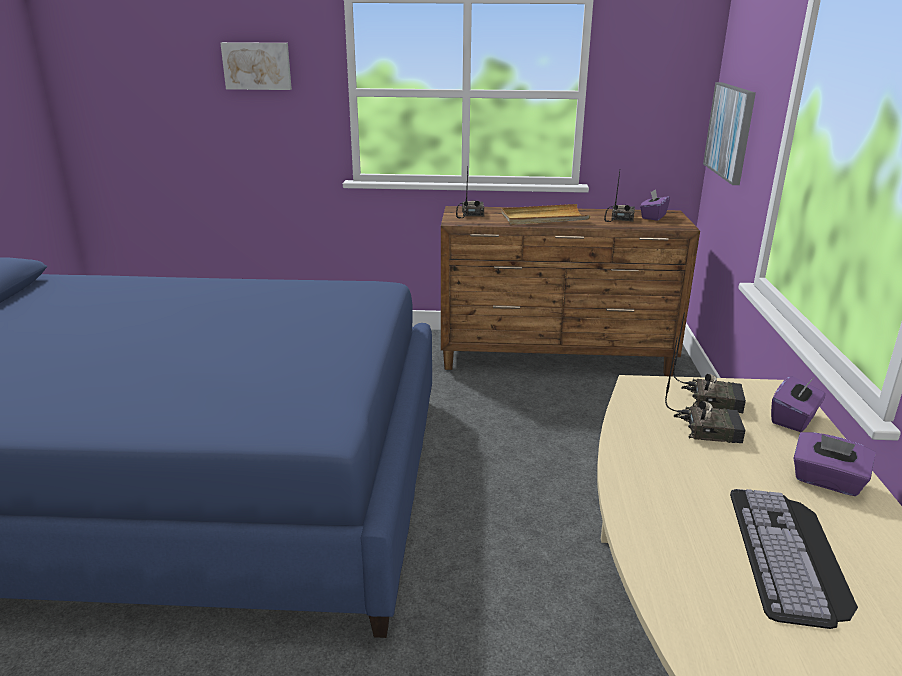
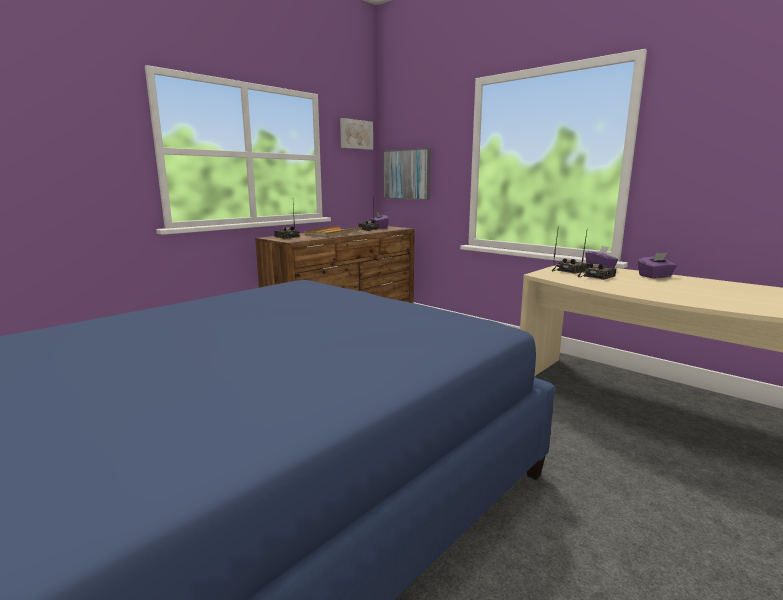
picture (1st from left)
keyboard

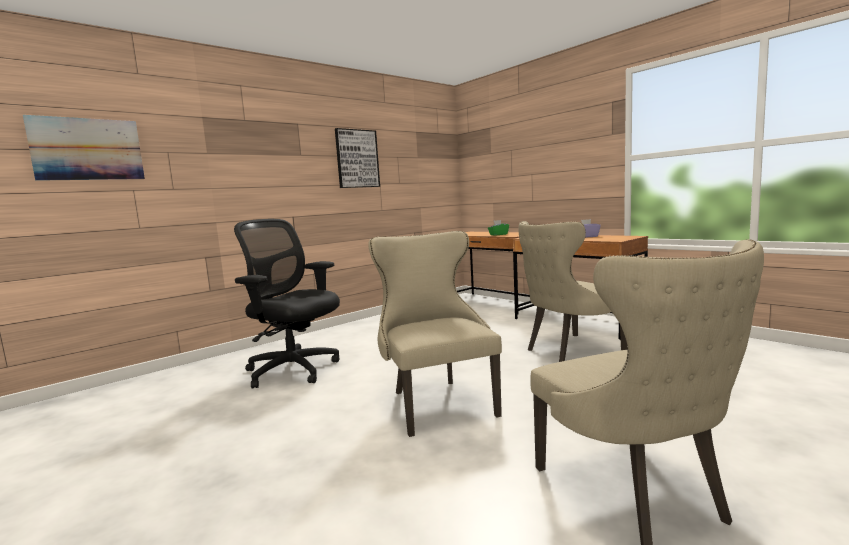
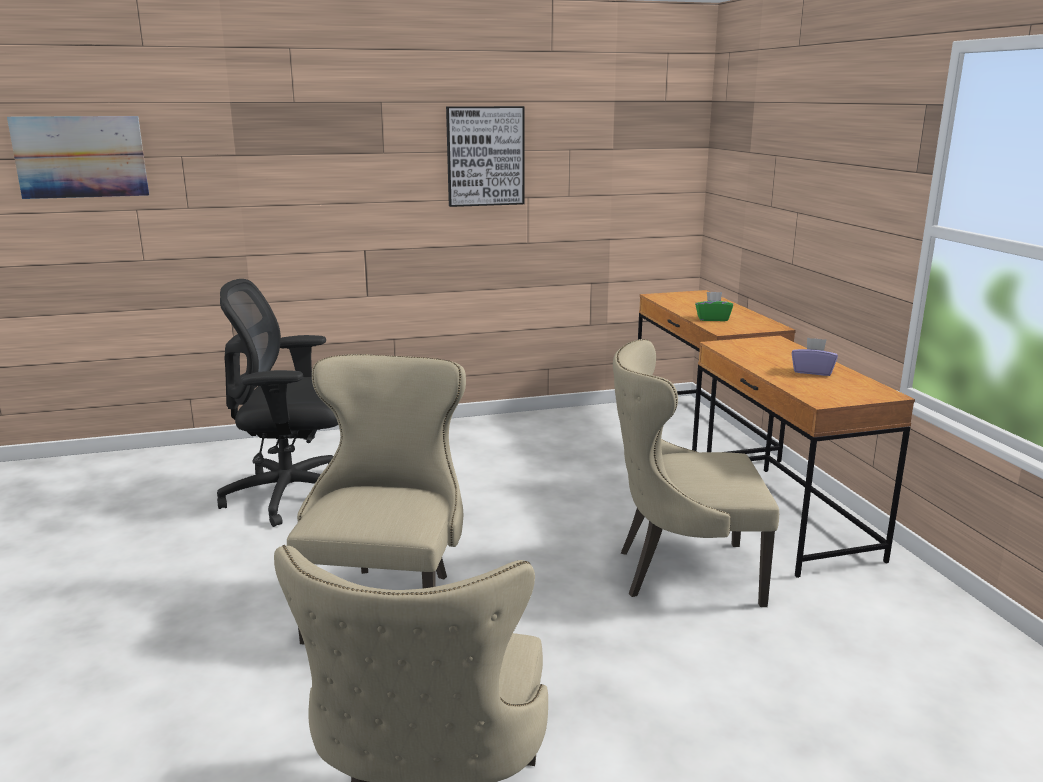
black office chair

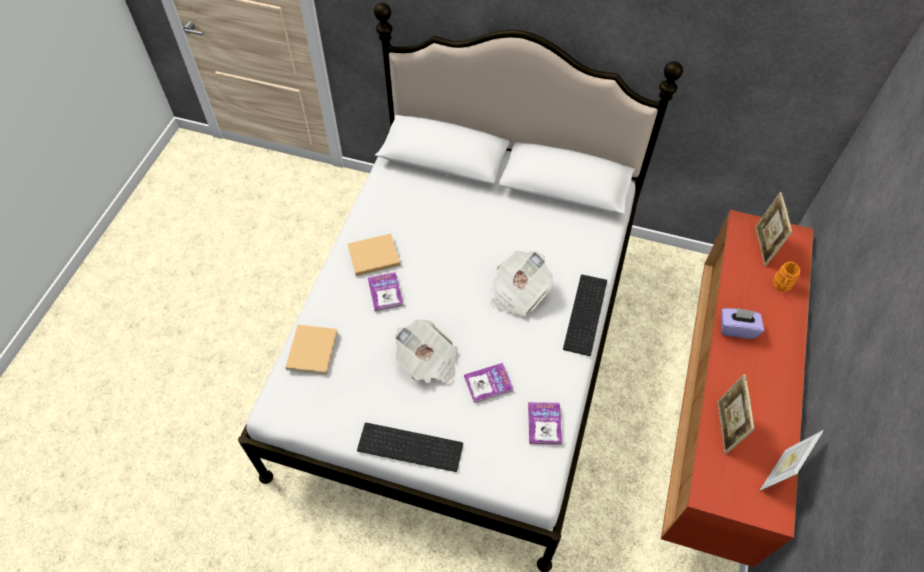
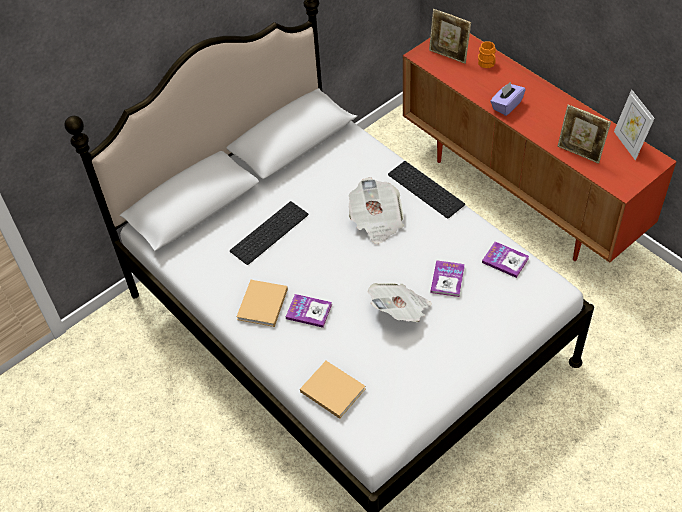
keyboard (1st from left)

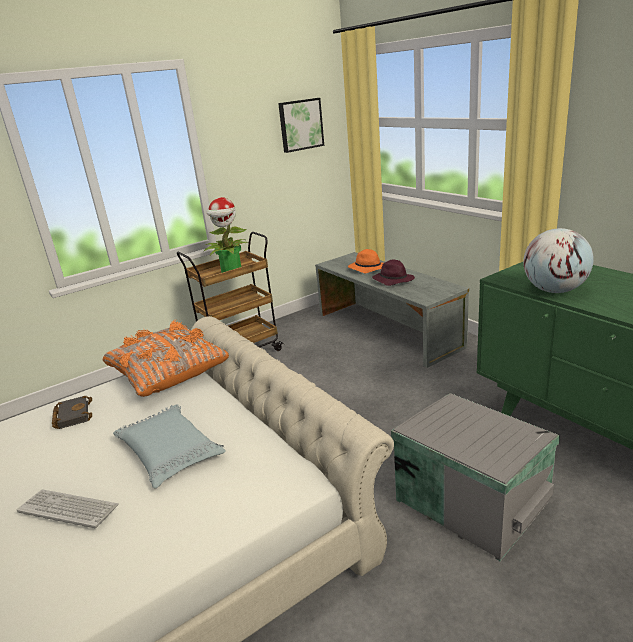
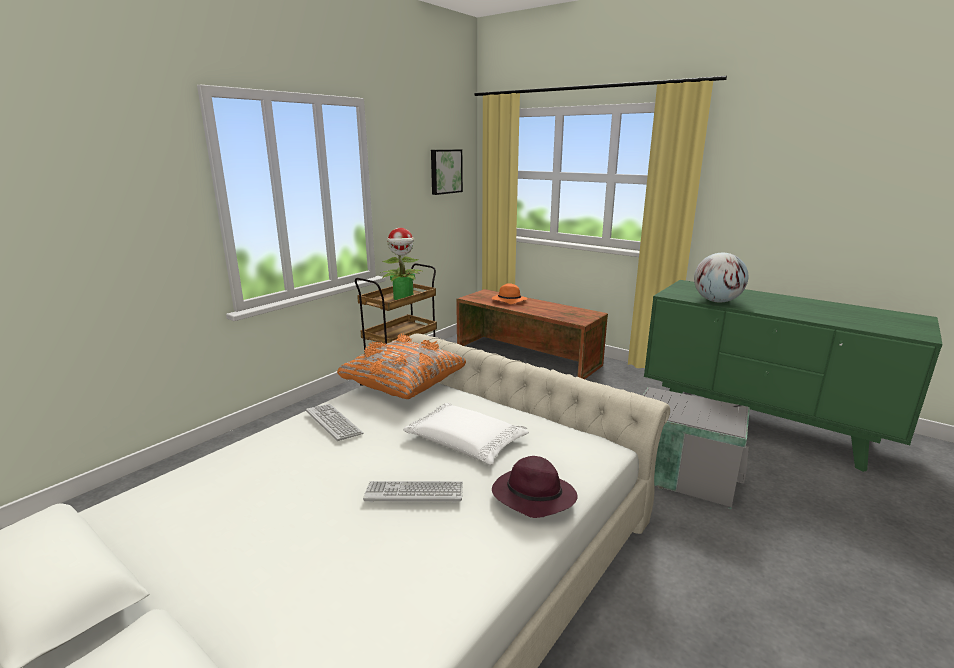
brown bench
purple hat
keyboard (1st from left)
white pillow

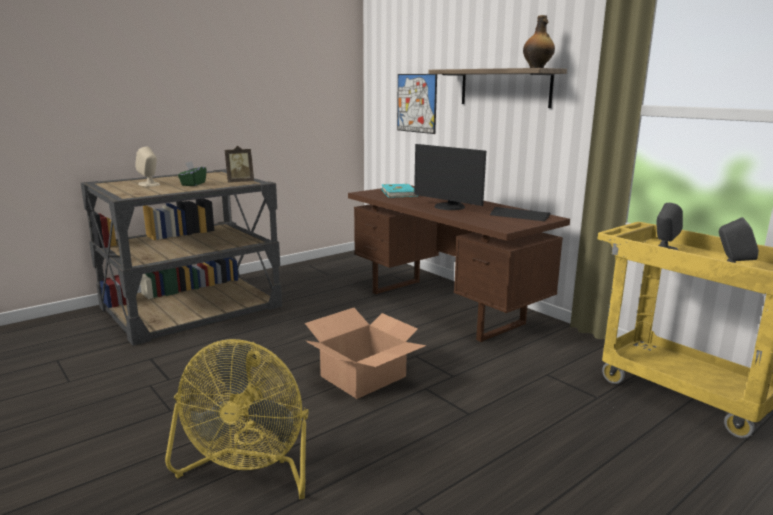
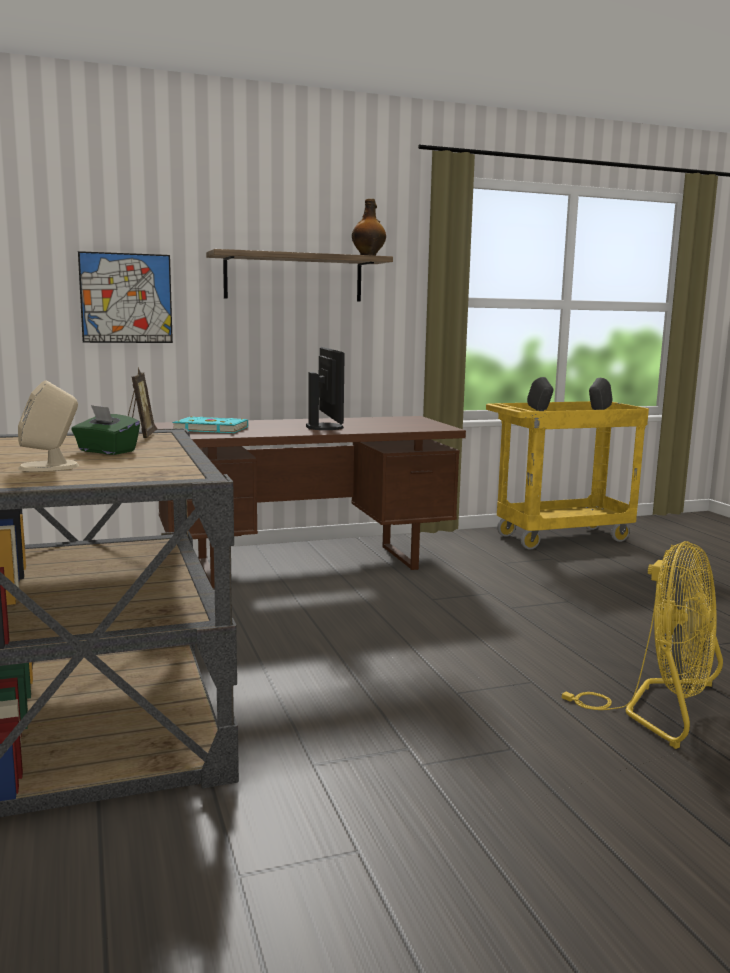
monitor
keyboard
cardboard box

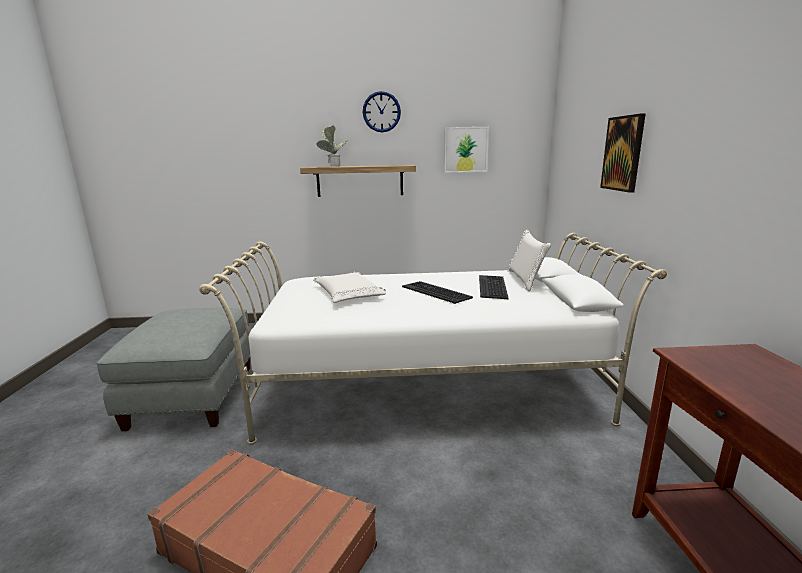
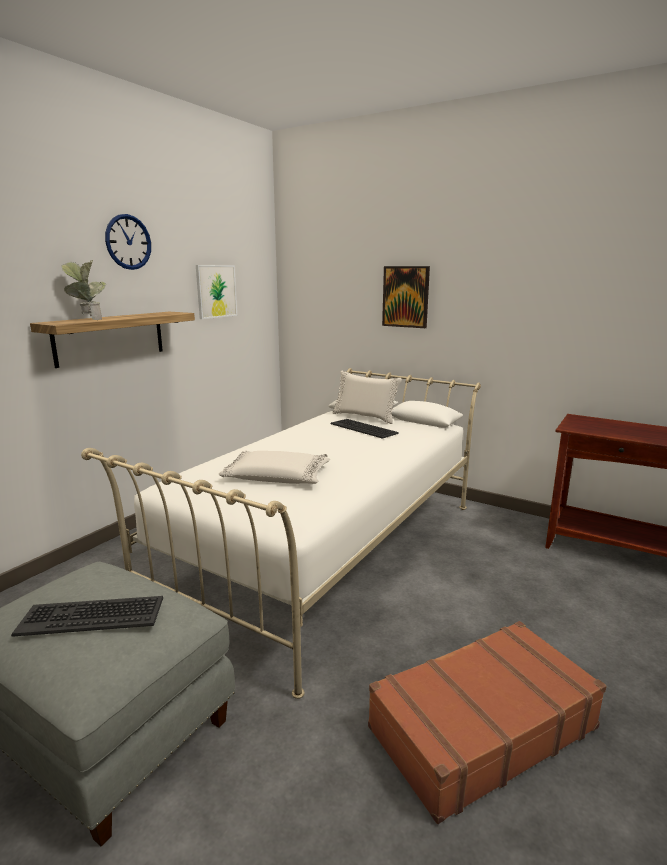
keyboard (1st from left)

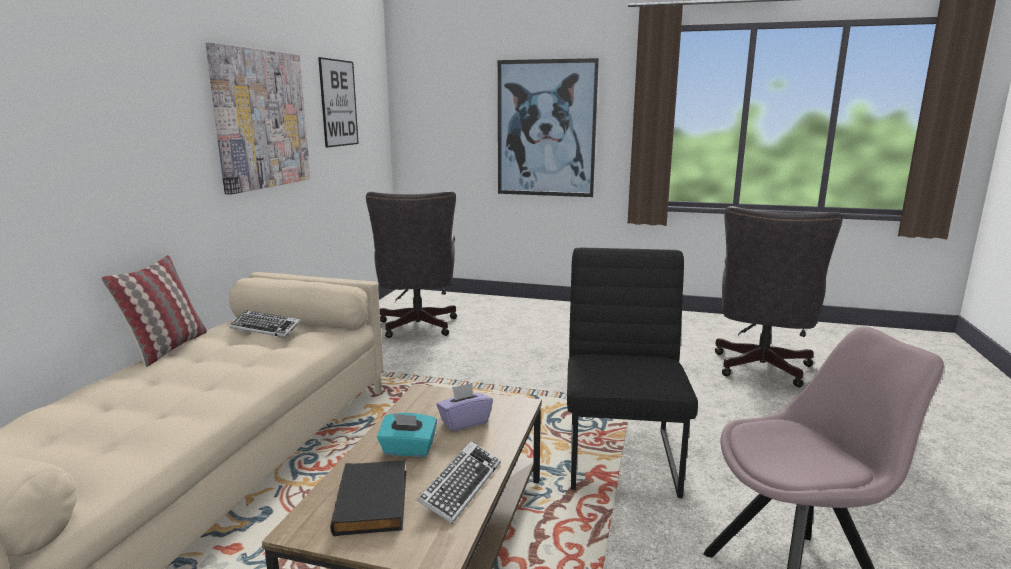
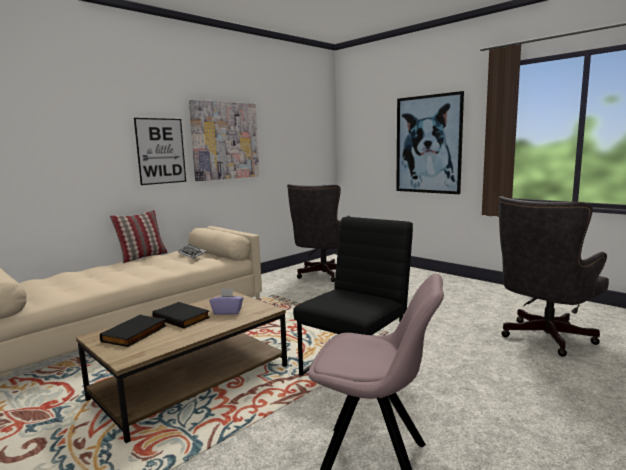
picture (1st from left)
black book (2nd from left)
keyboard (2nd from left in the first image)

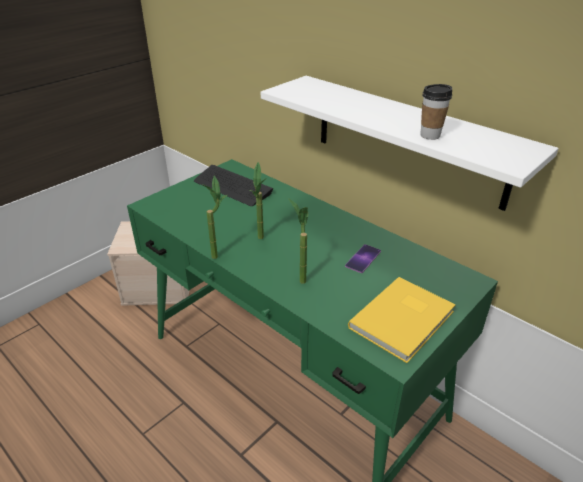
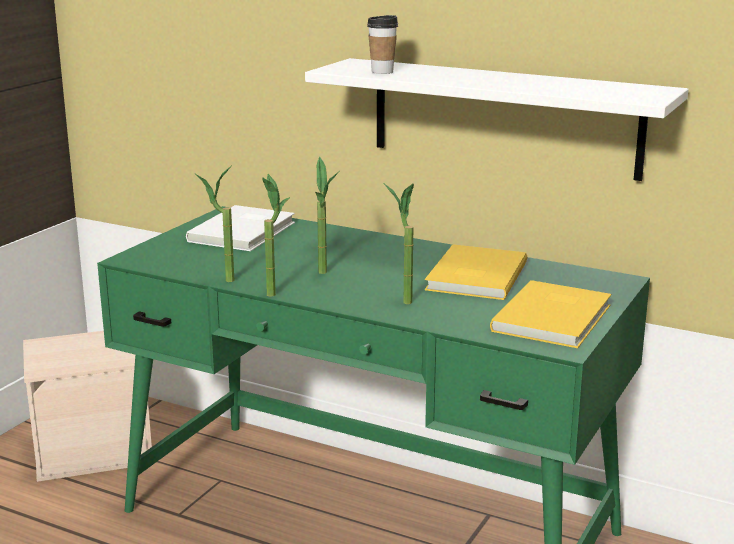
cup
white book
yellow book (1st from left)
potted plant (1st from left)

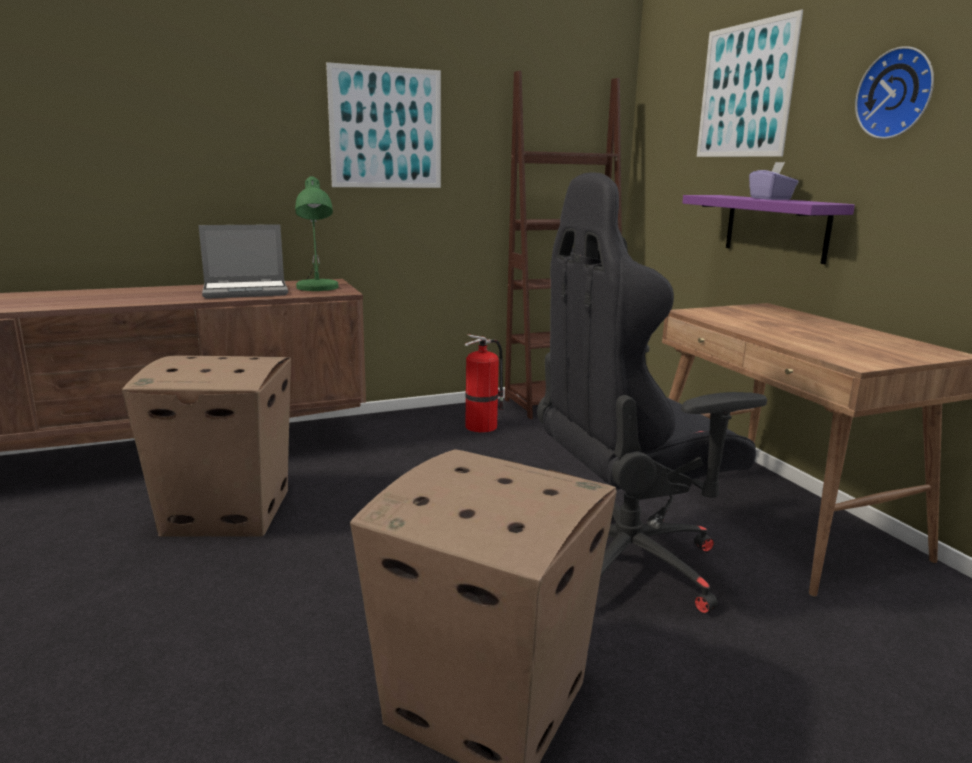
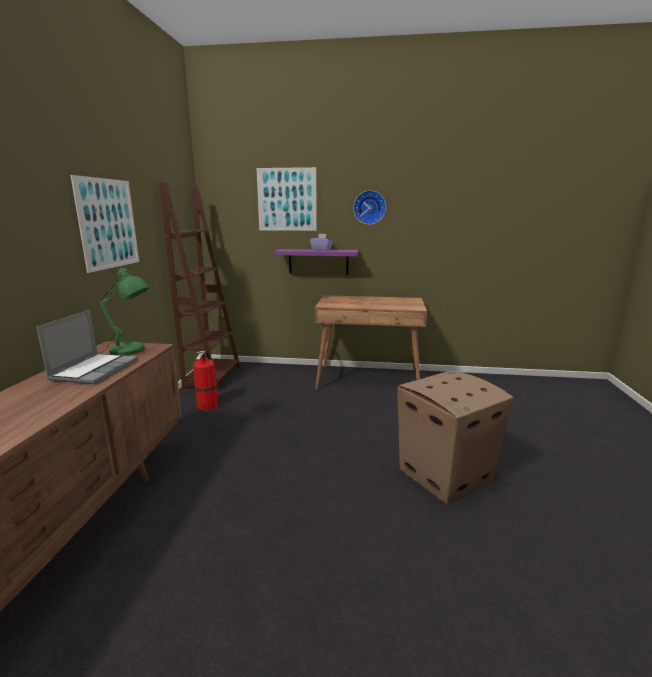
black office chair
cardboard box (1st from left in the first image)

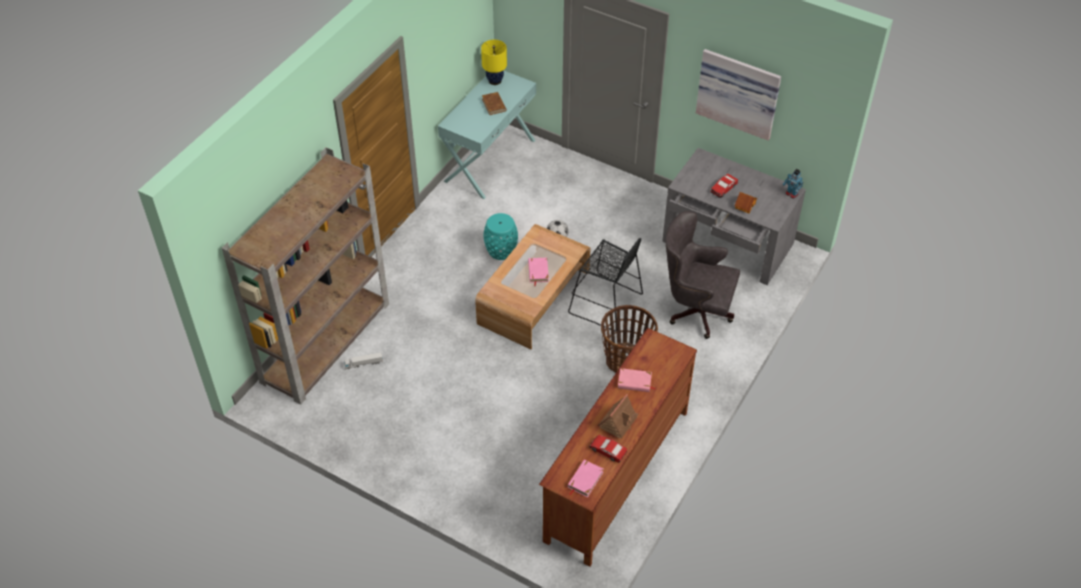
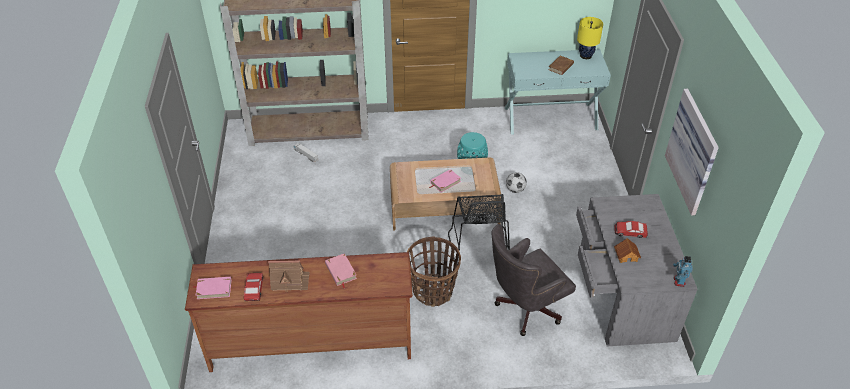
grey office chair

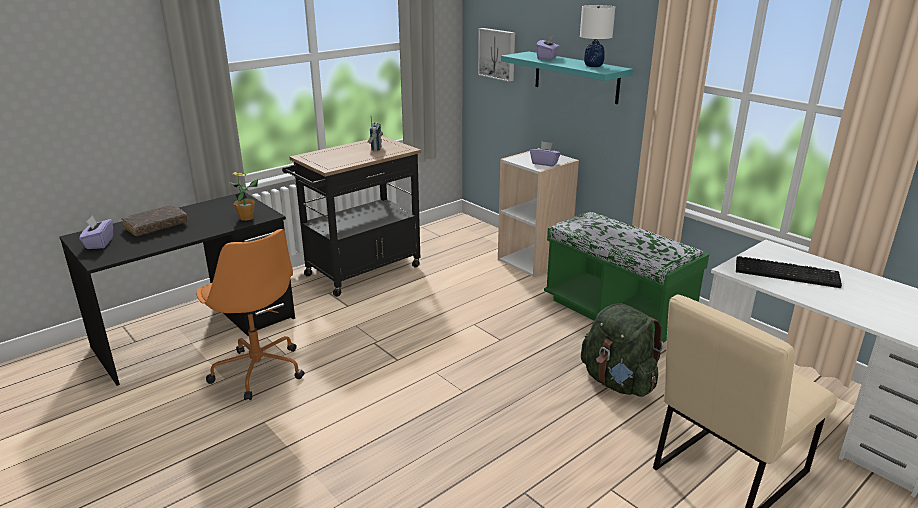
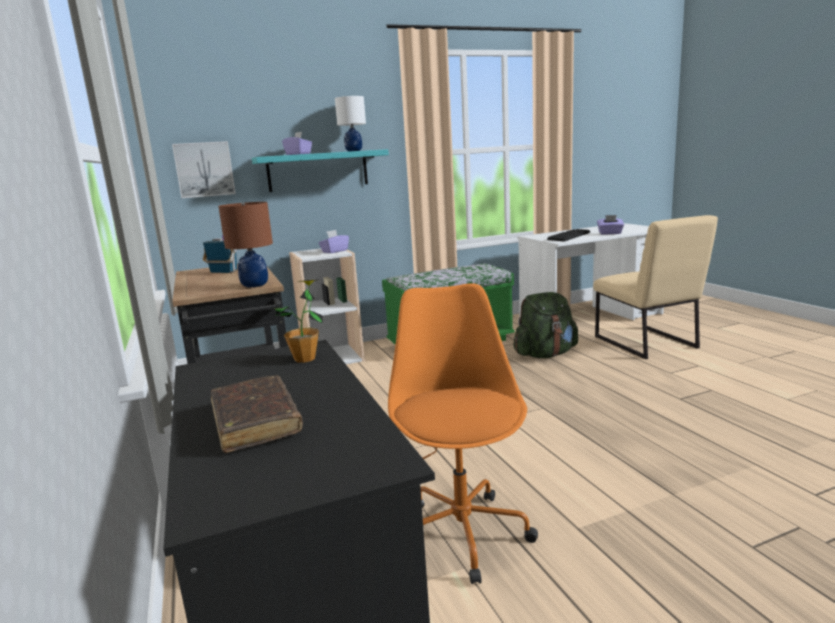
purple tissue box (3rd from left)
orange office chair
brown table lamp

